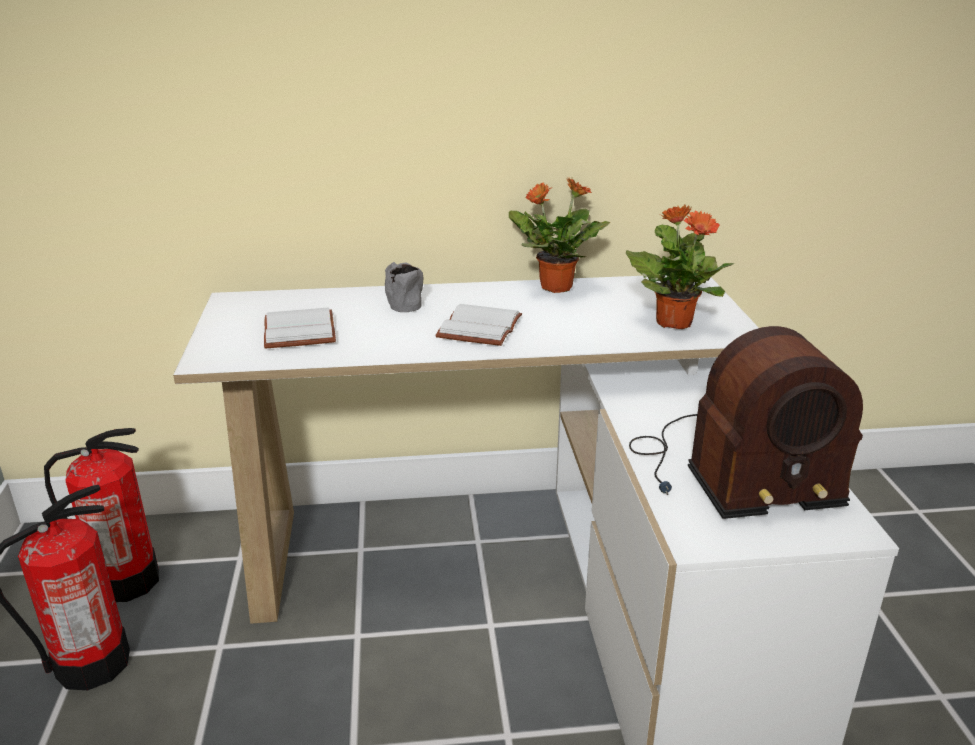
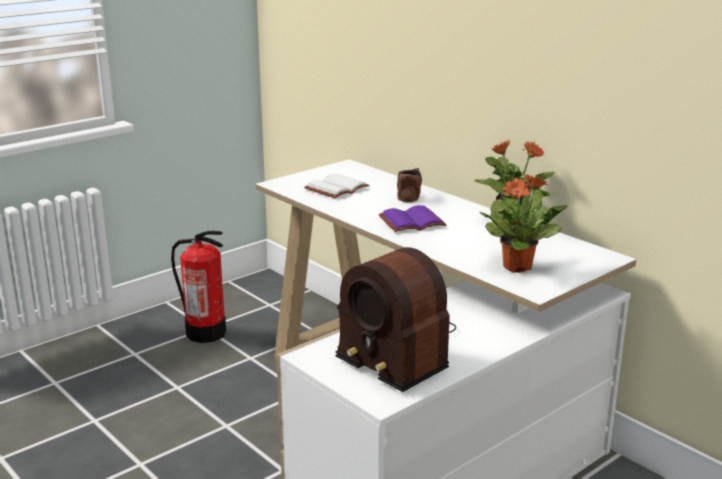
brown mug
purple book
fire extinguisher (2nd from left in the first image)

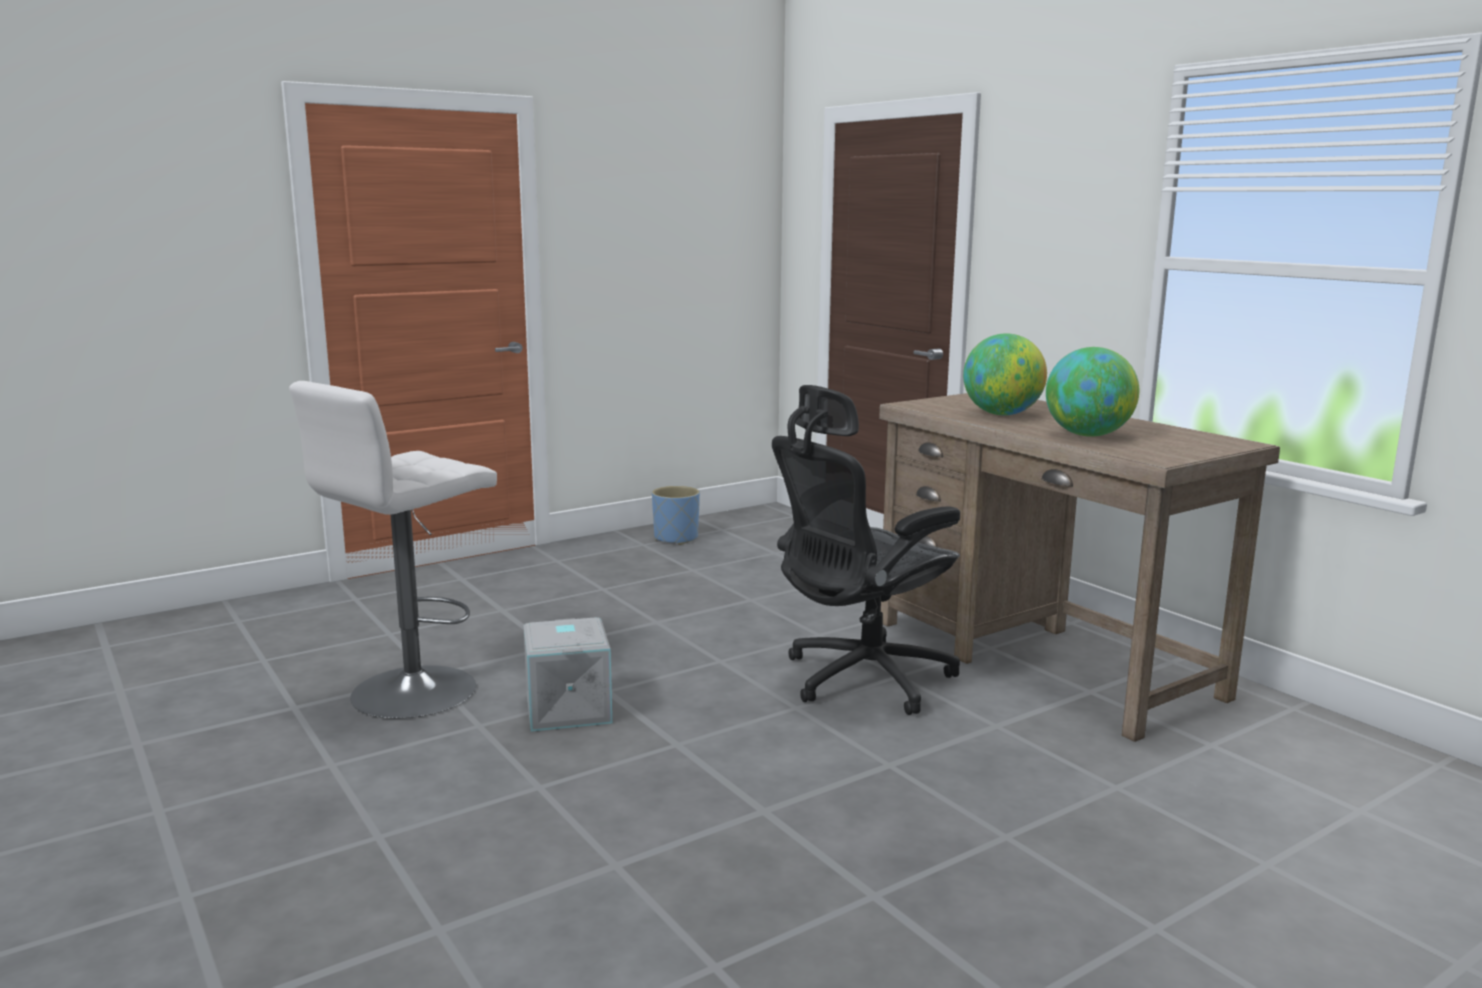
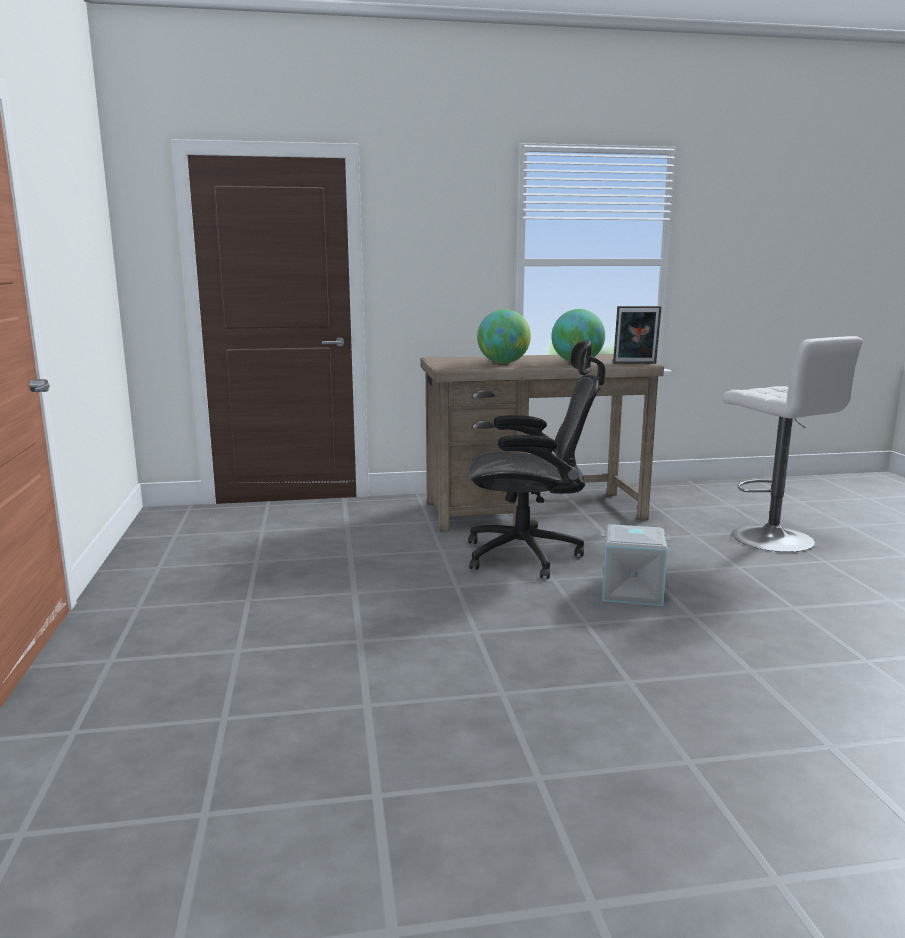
white stool
office chair
blue planter
grey storage box
picture frame

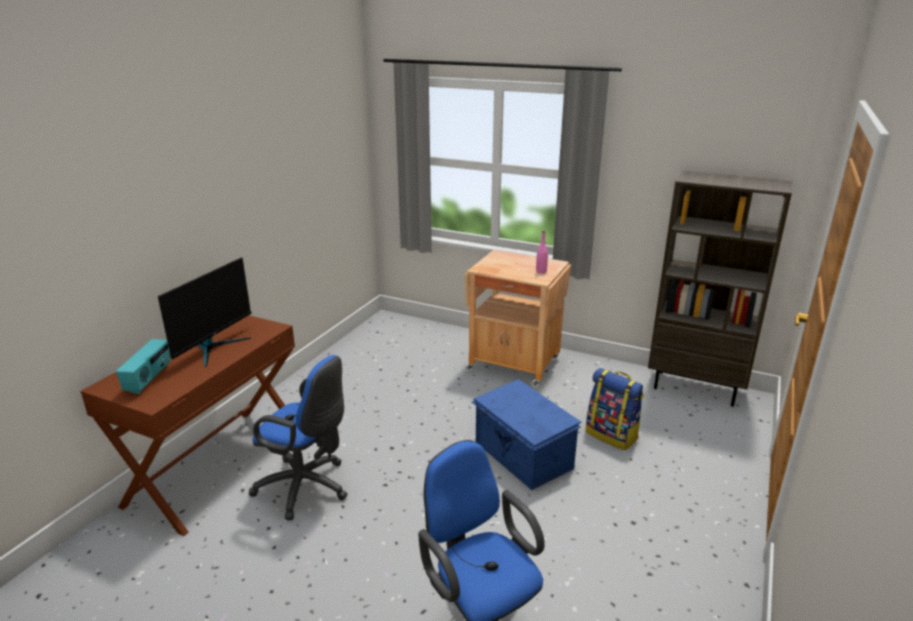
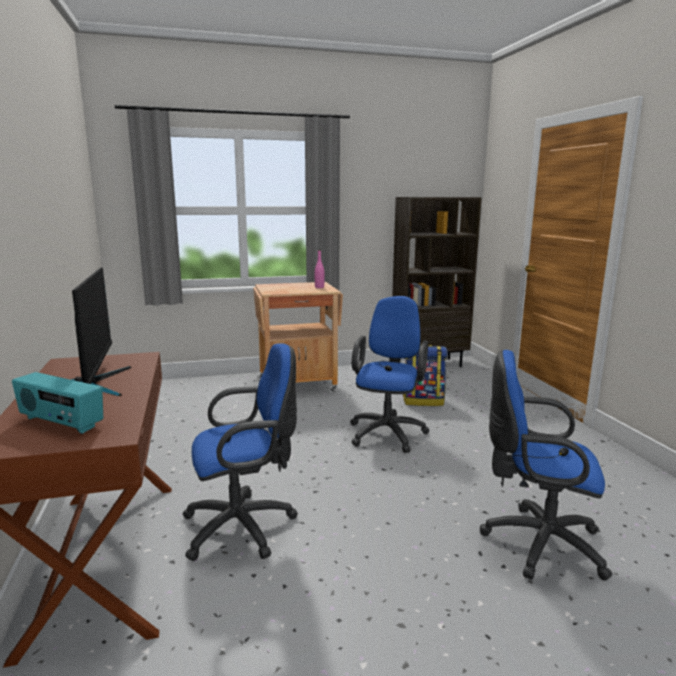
radio
blue office chair (2nd from left)

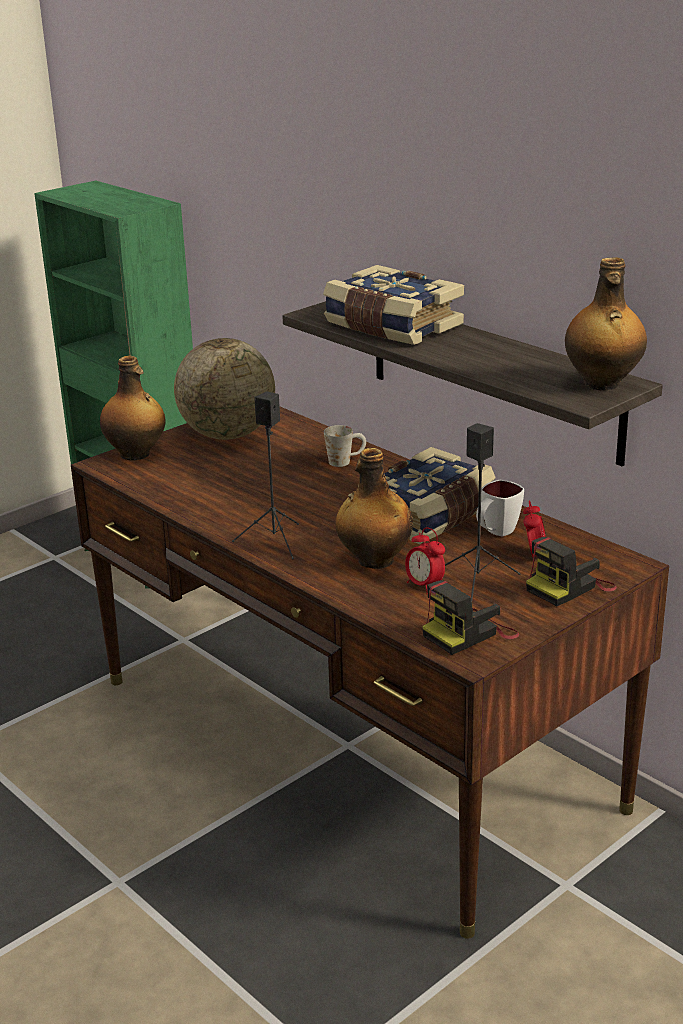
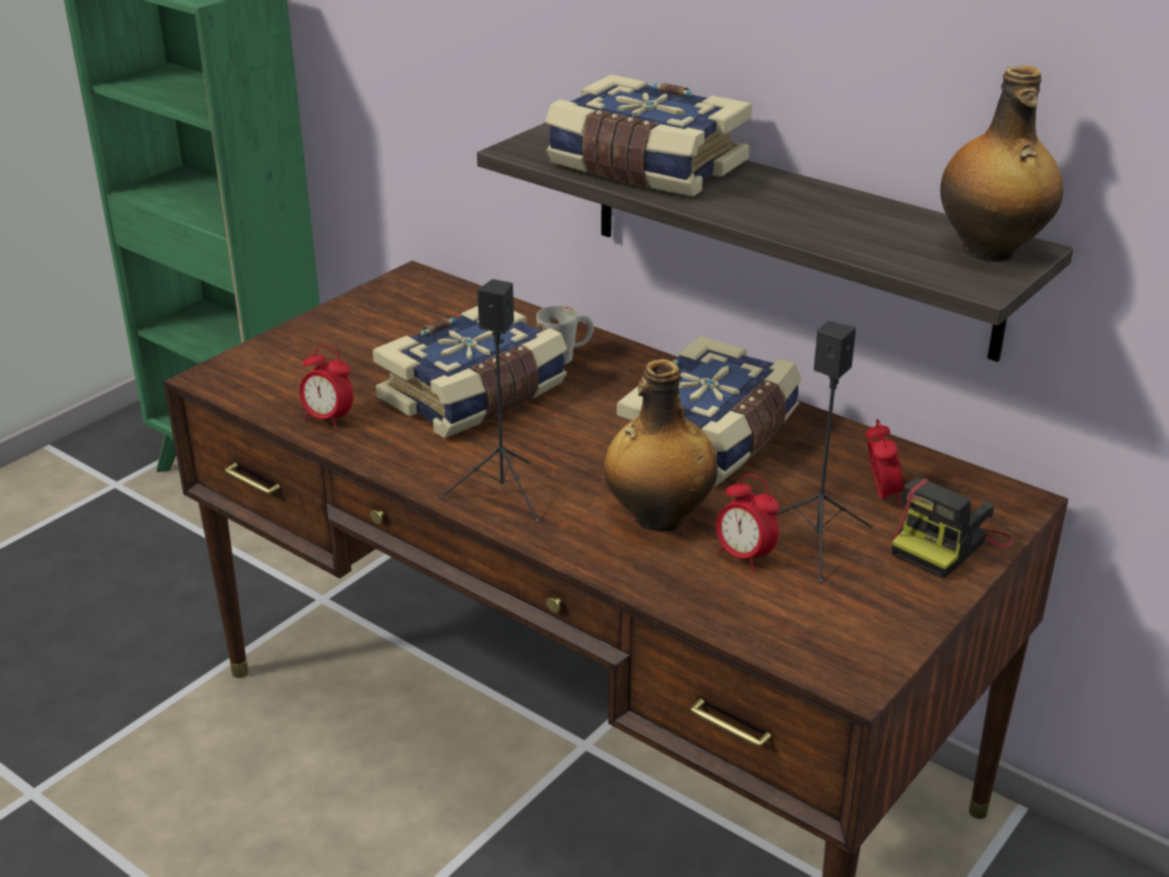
globe
bottle (1st from left in the first image)
white mug (2nd from left in the first image)
photo camera (1st from left in the first image)
book (1st from left)
alarm clock (1st from left)

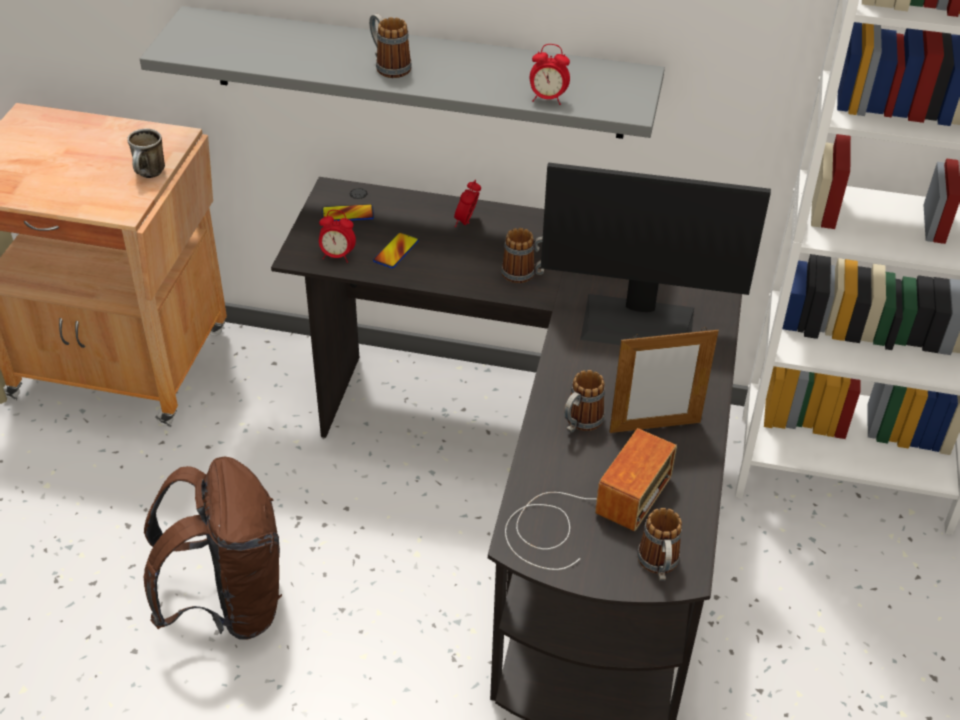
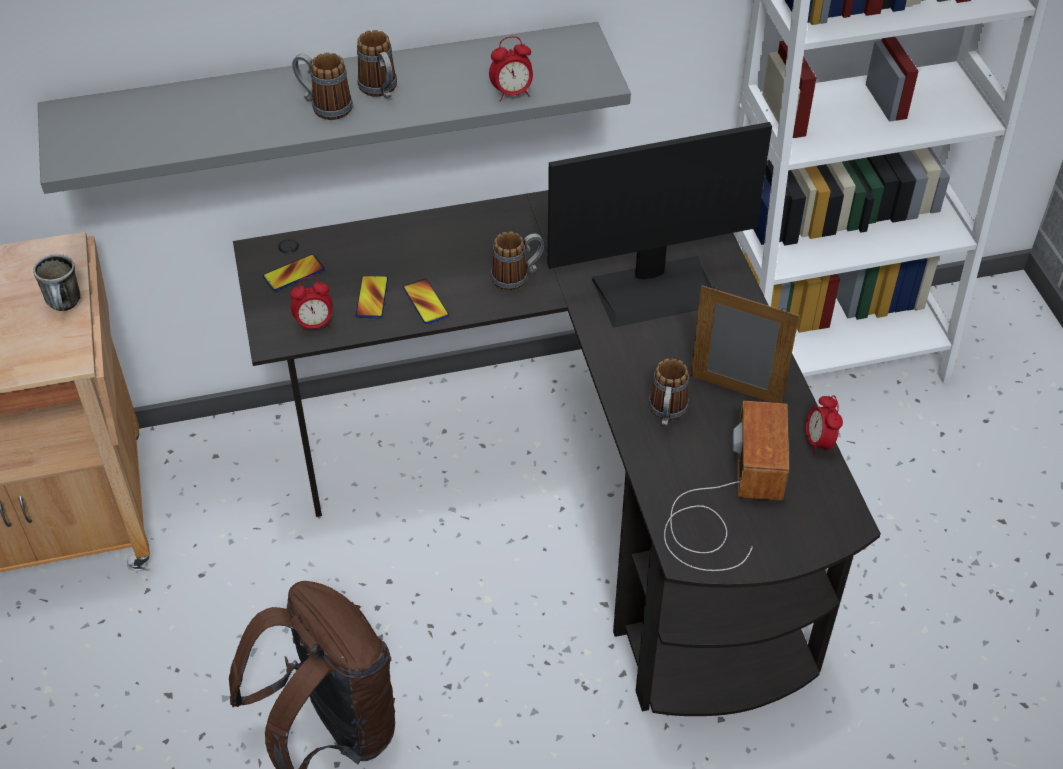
alarm clock (3rd from left)
picture frame
mug (3rd from left)
phone (3rd from left)

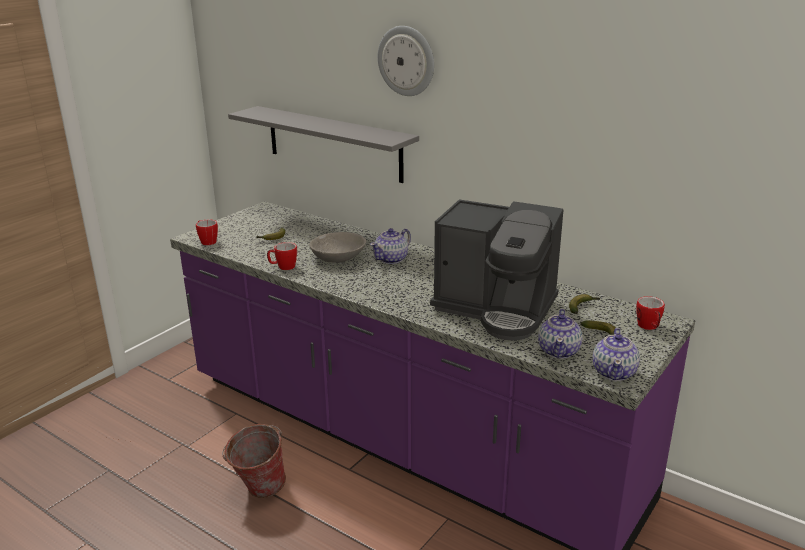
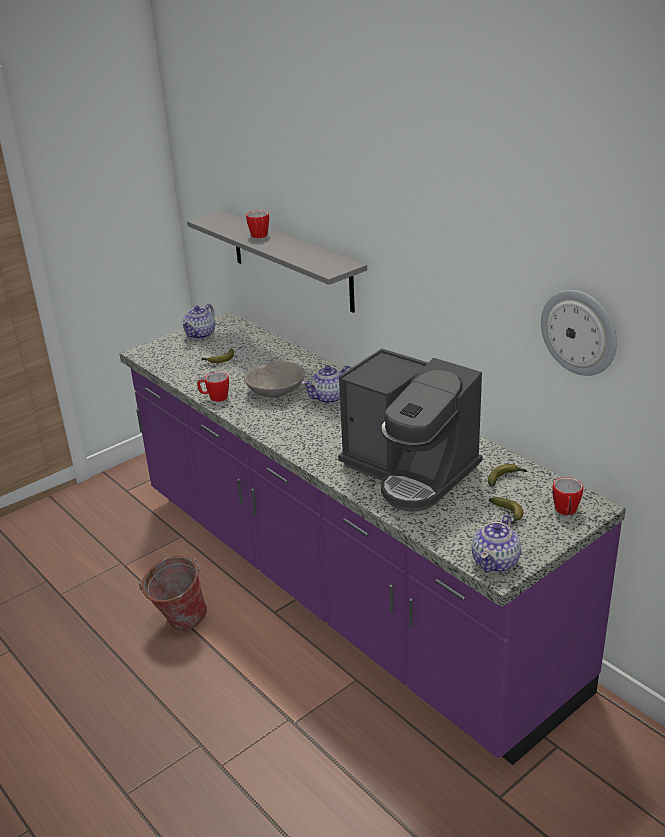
wall clock
mug (2nd from left)
teapot (1st from left)

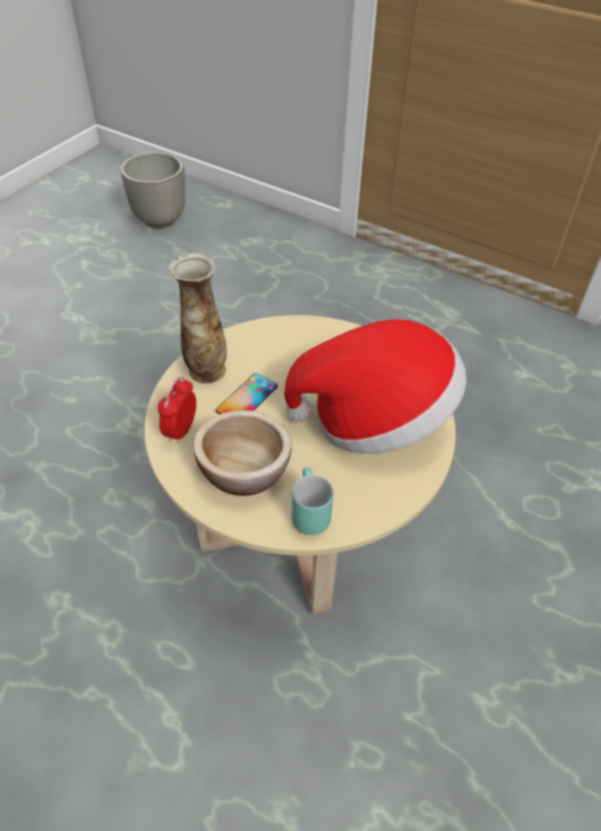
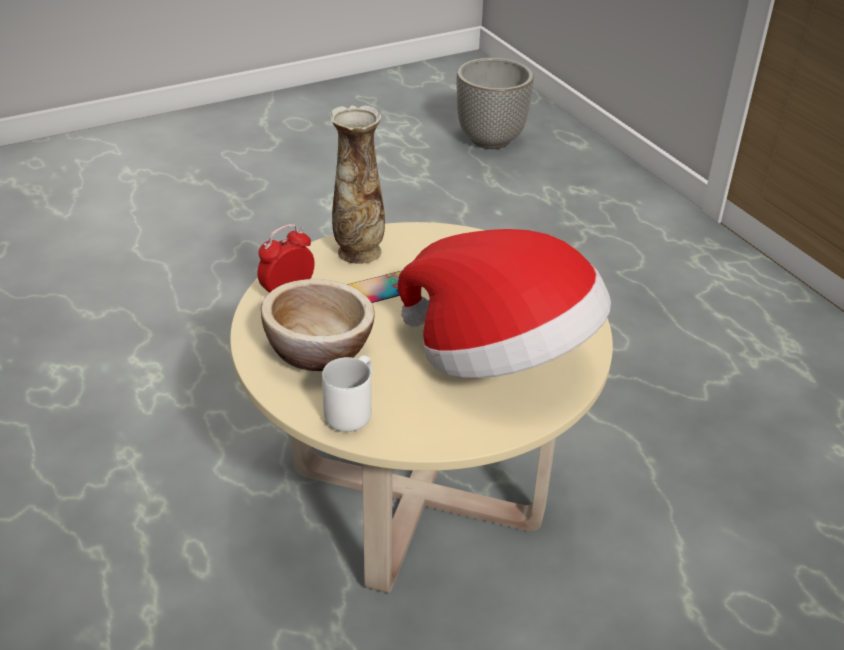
white mug

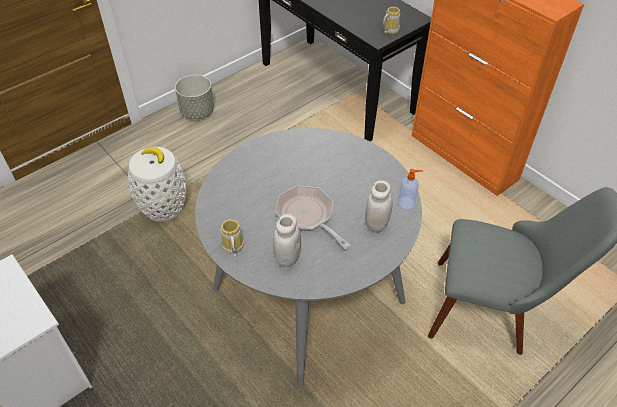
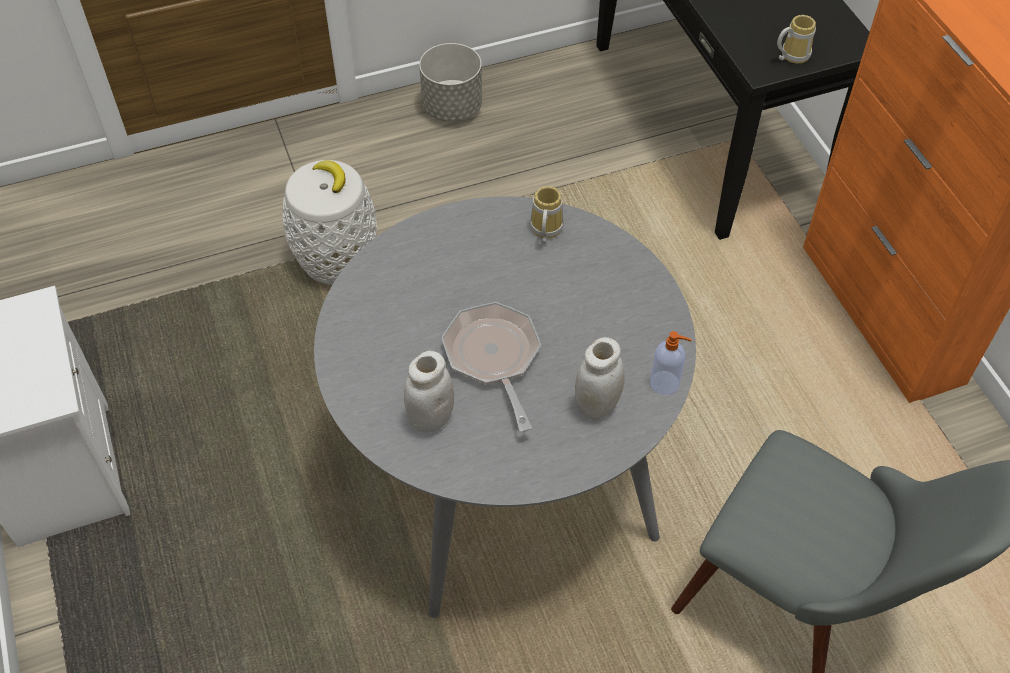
mug (1st from left)

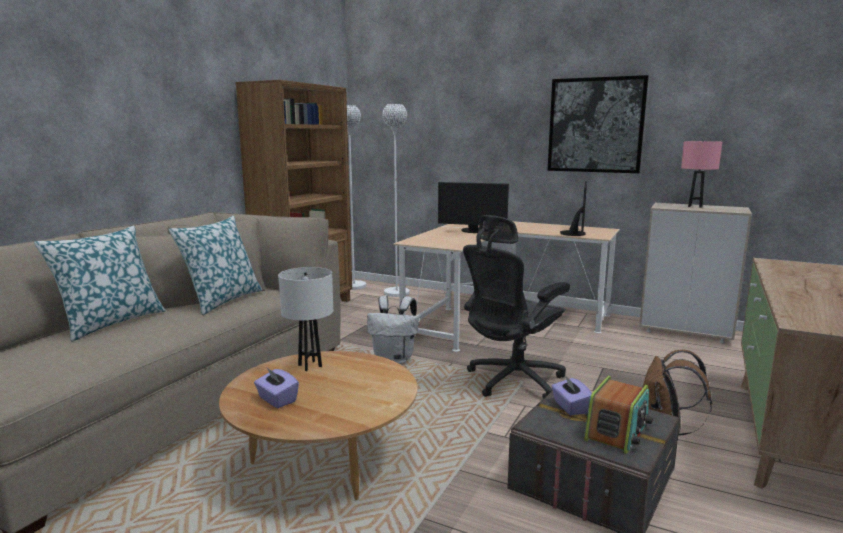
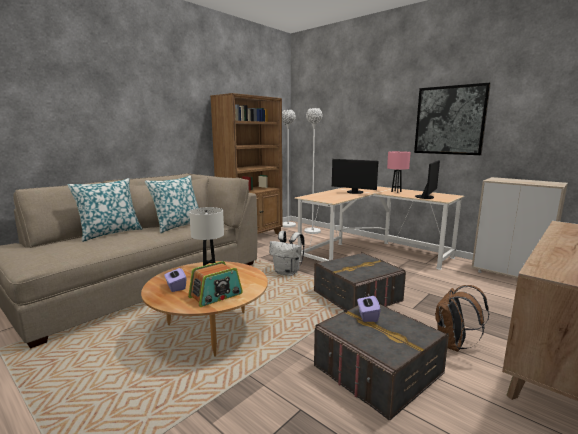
pink table lamp
grey storage box (1st from left)
radio

